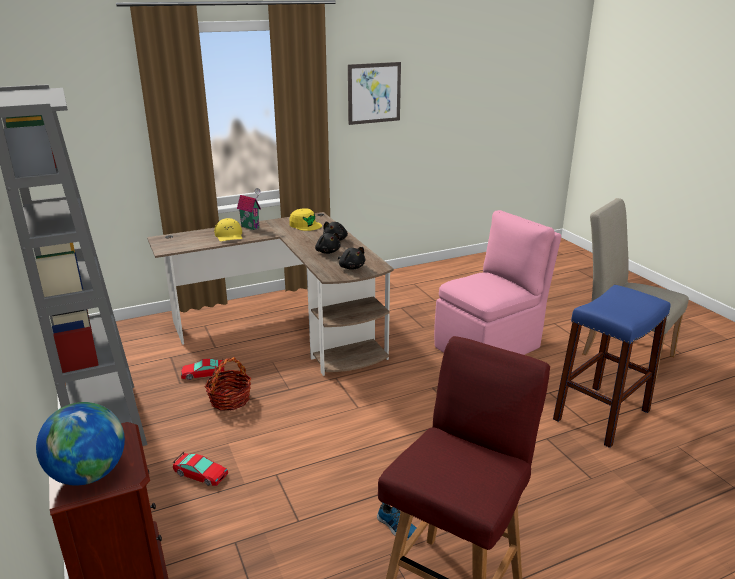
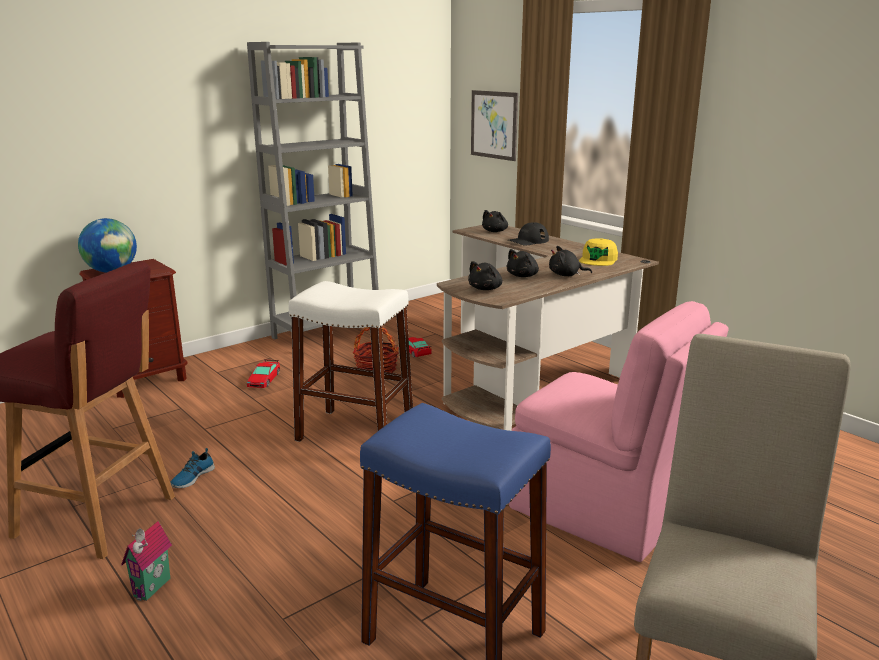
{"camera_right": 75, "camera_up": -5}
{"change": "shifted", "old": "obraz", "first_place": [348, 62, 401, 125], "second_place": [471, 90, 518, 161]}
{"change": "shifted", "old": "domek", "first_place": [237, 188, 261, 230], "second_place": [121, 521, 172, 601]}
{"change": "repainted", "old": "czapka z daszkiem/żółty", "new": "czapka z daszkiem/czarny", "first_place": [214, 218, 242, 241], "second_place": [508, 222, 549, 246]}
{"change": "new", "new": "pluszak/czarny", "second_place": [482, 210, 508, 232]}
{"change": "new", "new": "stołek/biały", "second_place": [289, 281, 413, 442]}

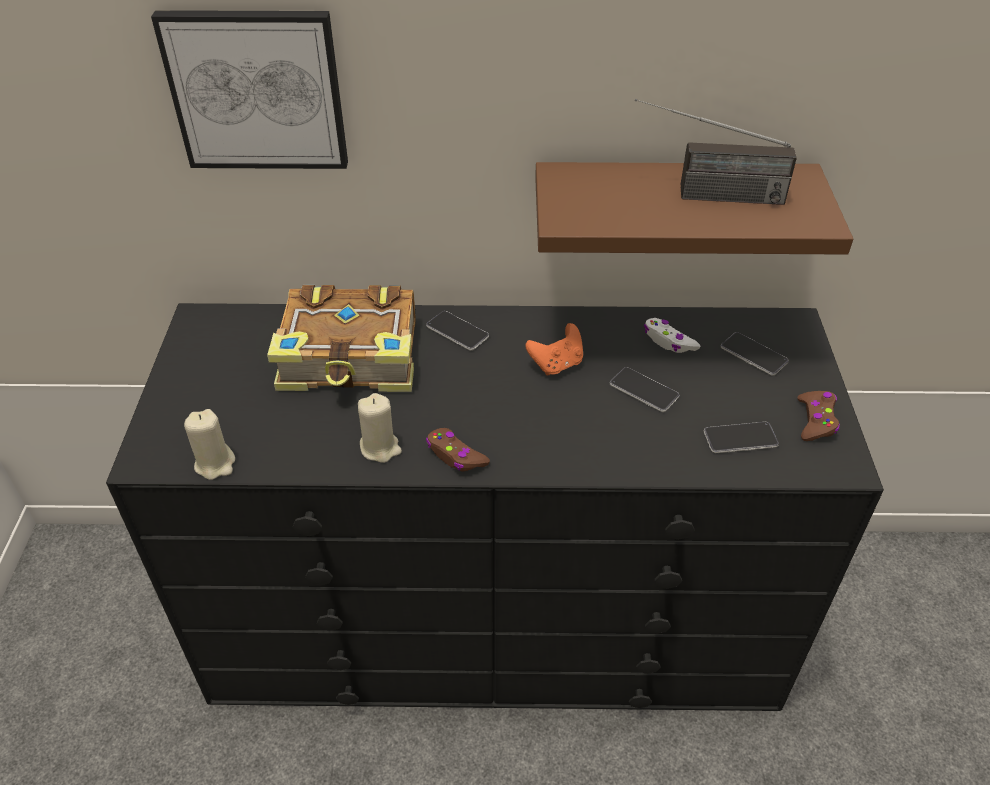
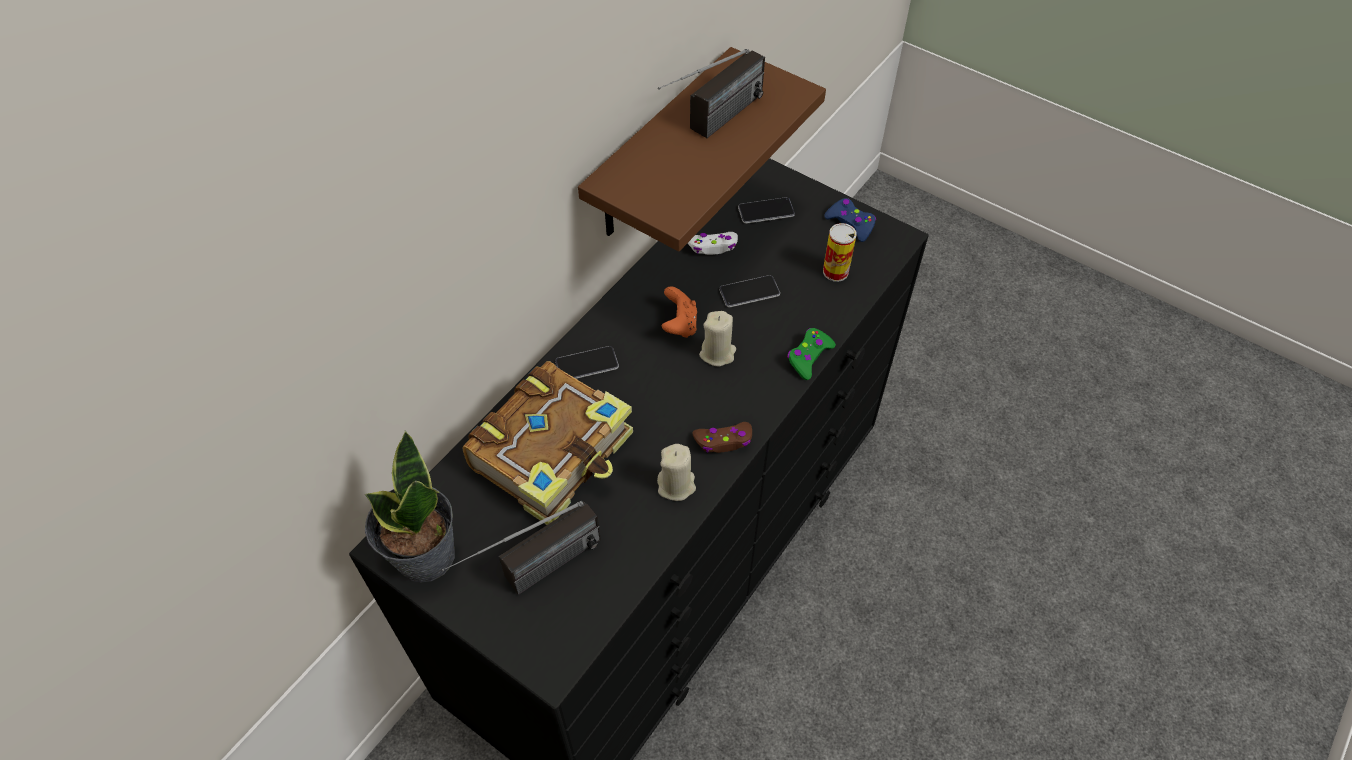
{"camera_right": -55, "camera_up": 10}
{"change": "gone", "old": "obraz", "first_place": [151, 10, 348, 169]}
{"change": "repainted", "old": "pad do gier/brązowy", "new": "pad do gier/niebieski", "first_place": [797, 391, 840, 441], "second_place": [824, 198, 876, 242]}
{"change": "shifted", "old": "świeca/beżowy", "first_place": [184, 409, 235, 480], "second_place": [699, 311, 736, 366]}
{"change": "swapped", "old": "telefon", "new": "puszka", "first_place": [704, 422, 779, 453], "second_place": [823, 223, 856, 282]}
{"change": "new", "new": "pad do gier/zielony", "second_place": [787, 328, 836, 380]}
{"change": "new", "new": "roślina doniczkowa", "second_place": [365, 431, 455, 583]}
{"change": "new", "new": "radio", "second_place": [441, 501, 601, 595]}

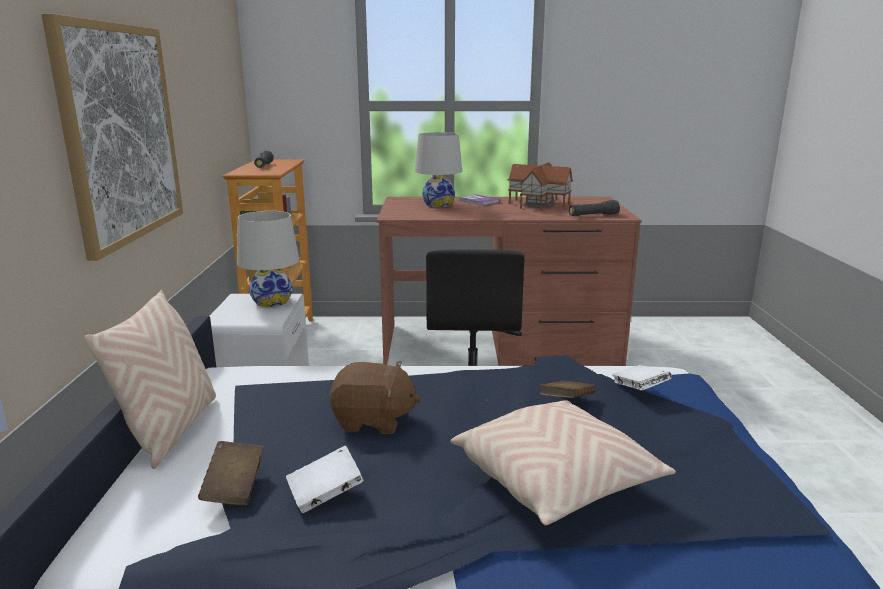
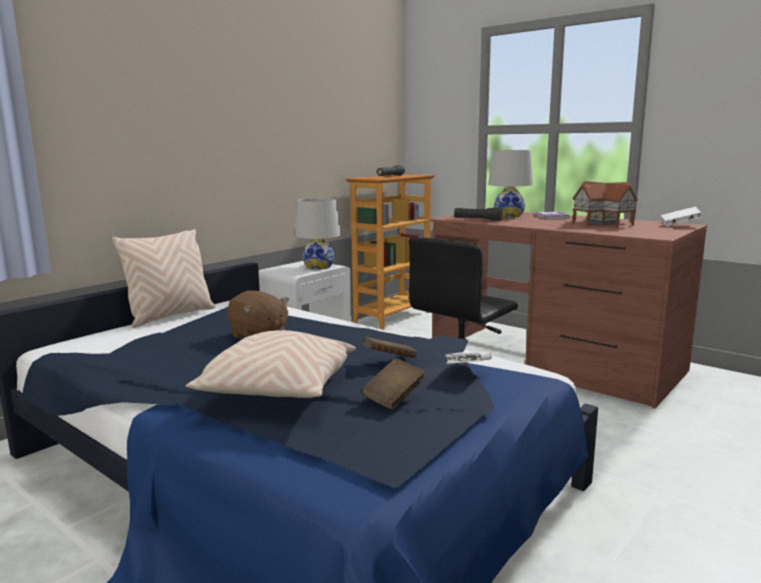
{"camera_right": 40, "camera_up": -5}
{"change": "gone", "old": "obraz", "first_place": [41, 14, 183, 261]}
{"change": "shifted", "old": "latarka/czarny", "first_place": [569, 200, 620, 216], "second_place": [454, 207, 503, 221]}
{"change": "shifted", "old": "książka/brązowy", "first_place": [198, 441, 263, 505], "second_place": [361, 358, 425, 409]}
{"change": "shifted", "old": "książka/biały", "first_place": [286, 446, 363, 513], "second_place": [661, 207, 702, 227]}

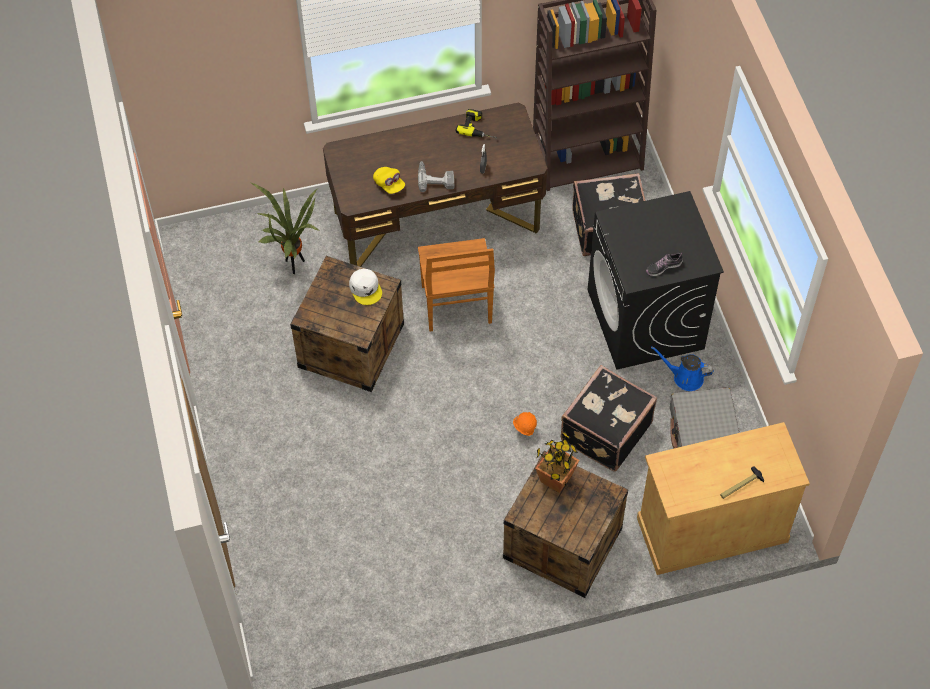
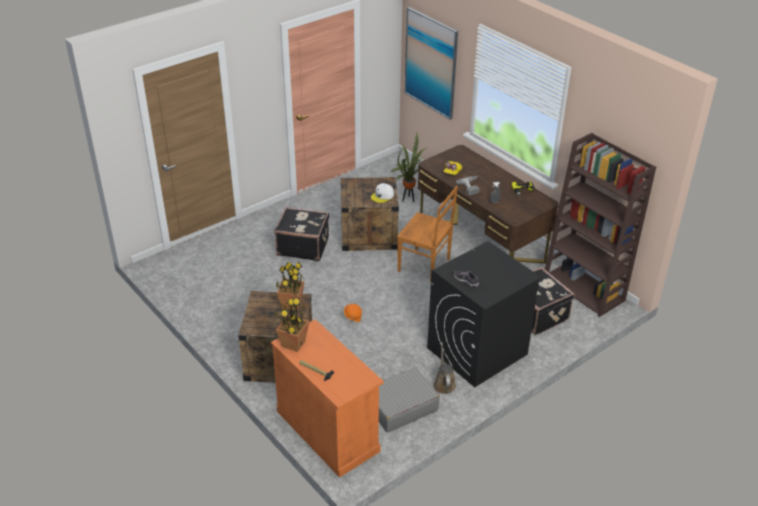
{"camera_right": 65, "camera_up": -20}
{"change": "rotated", "old": "krzesło/brązowy", "first_place": [418, 238, 495, 332], "second_place": [397, 186, 458, 283], "degrees": -120}
{"change": "repainted", "old": "konewka/niebieski", "new": "konewka/brązowy", "first_place": [651, 346, 714, 391], "second_place": [433, 342, 456, 394]}
{"change": "shifted", "old": "walizka/czarny", "first_place": [561, 365, 657, 472], "second_place": [274, 207, 329, 261]}
{"change": "repainted", "old": "szafka/beżowy", "new": "szafka/pomarańczowy", "first_place": [637, 422, 810, 575], "second_place": [271, 319, 384, 477]}
{"change": "new", "new": "obraz", "second_place": [405, 7, 458, 120]}
{"change": "new", "new": "roślina doniczkowa", "second_place": [275, 293, 309, 352]}

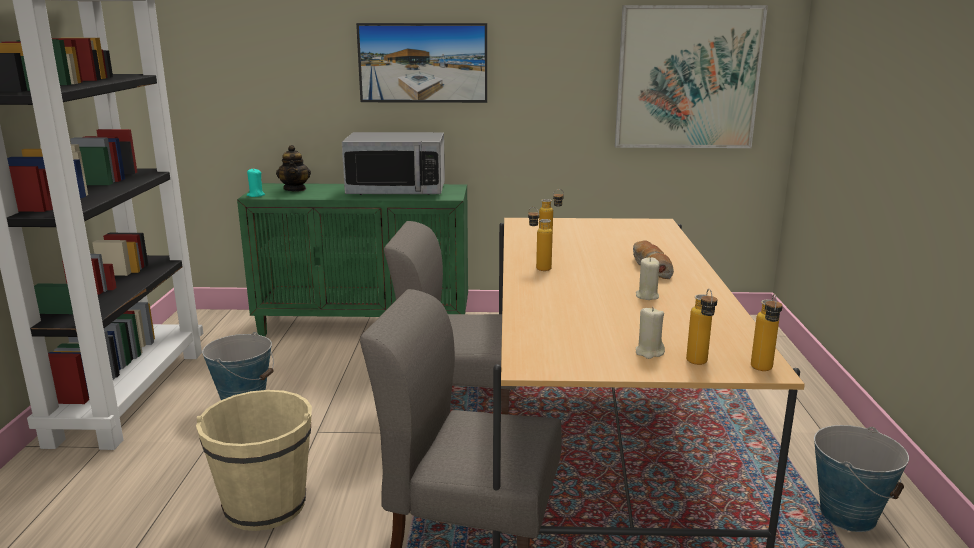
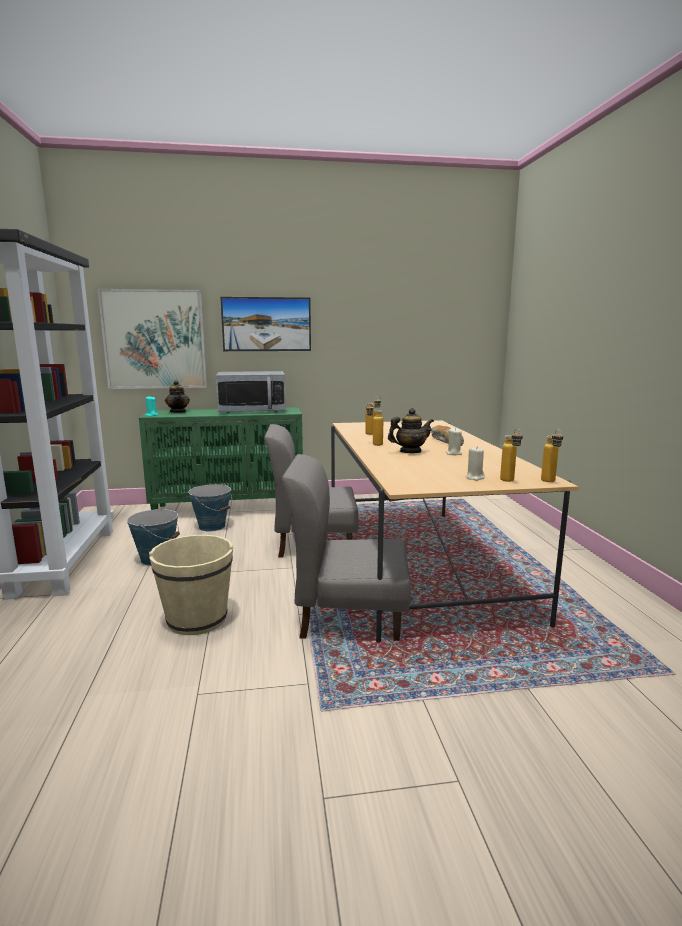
{"camera_right": -10, "camera_up": -5}
{"change": "shifted", "old": "obraz", "first_place": [615, 5, 768, 148], "second_place": [98, 289, 207, 389]}
{"change": "shifted", "old": "wiadro", "first_place": [814, 425, 909, 532], "second_place": [188, 484, 232, 531]}
{"change": "new", "new": "imbryk", "second_place": [388, 408, 434, 453]}

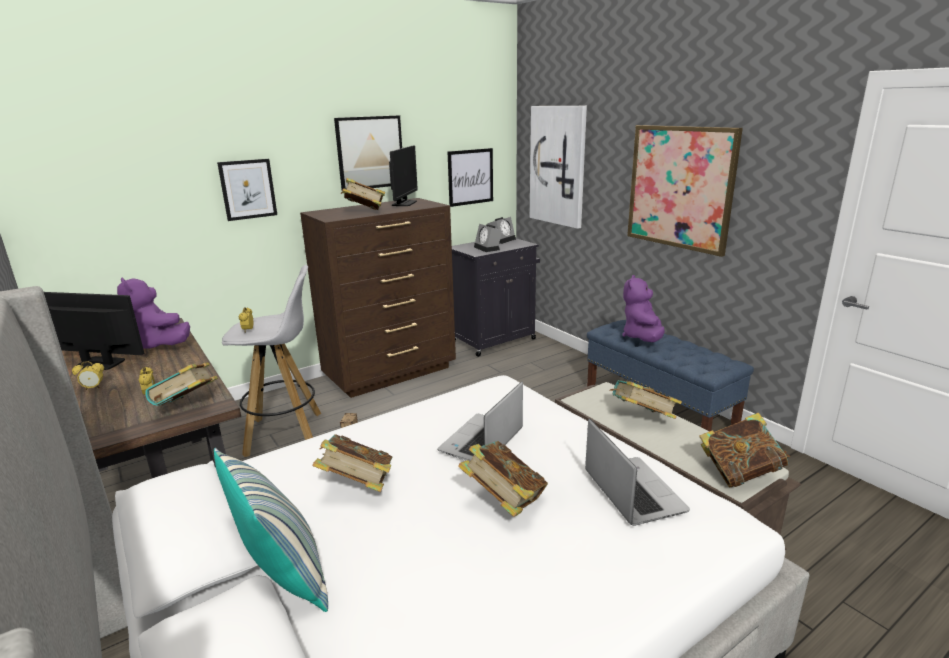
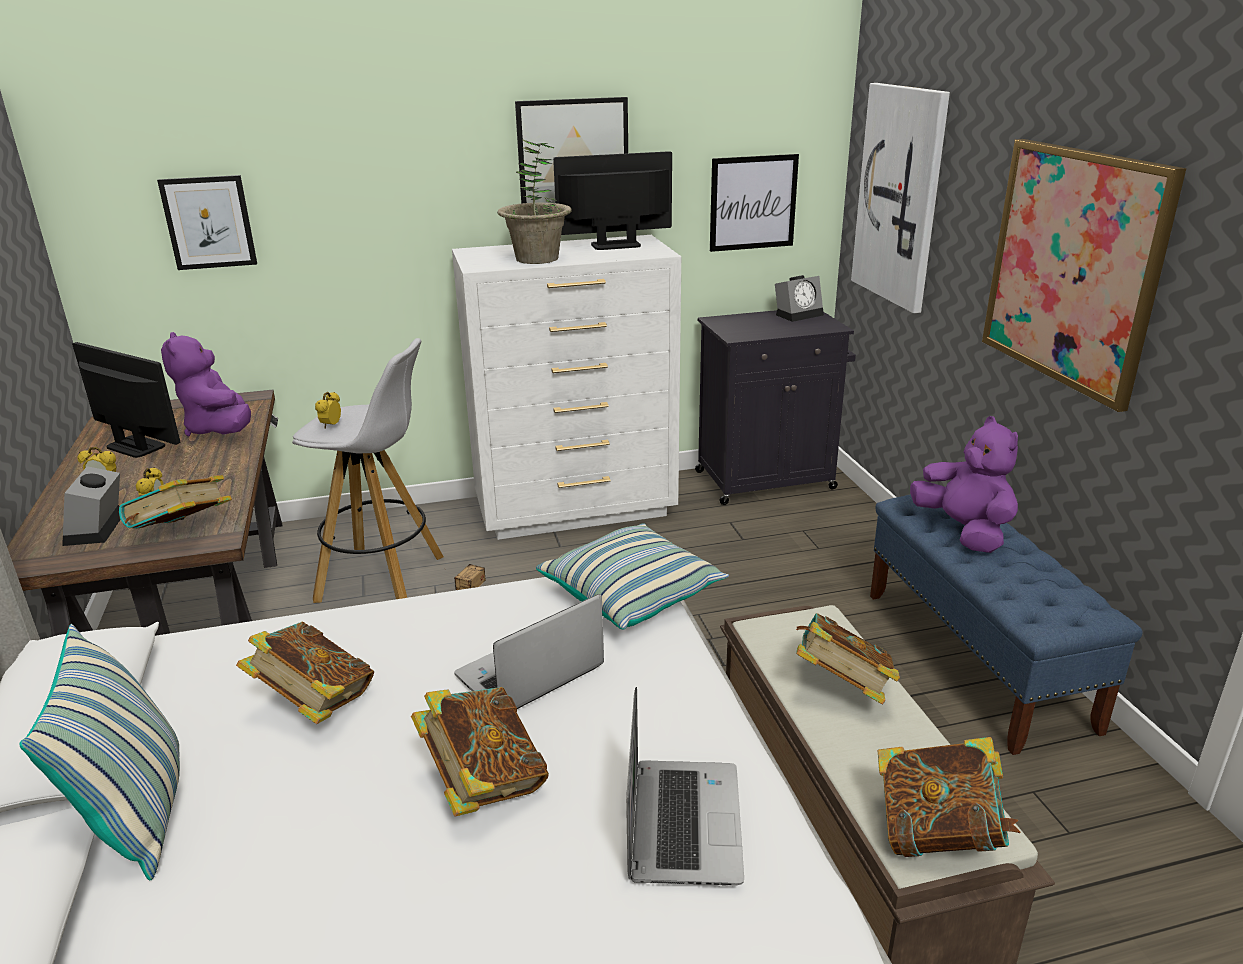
{"camera_right": 20, "camera_up": 5}
{"change": "rotated", "old": "monitor", "first_place": [389, 145, 418, 206], "second_place": [553, 151, 672, 250], "degrees": -135}
{"change": "shifted", "old": "obraz", "first_place": [217, 159, 277, 221], "second_place": [157, 175, 257, 270]}
{"change": "swapped", "old": "książka", "new": "roślina doniczkowa", "first_place": [341, 178, 385, 210], "second_place": [497, 139, 572, 264]}
{"change": "repainted", "old": "komoda/brązowy", "new": "komoda/biały", "first_place": [300, 198, 456, 398], "second_place": [452, 235, 681, 540]}
{"change": "shifted", "old": "budzik", "first_place": [474, 224, 502, 252], "second_place": [63, 466, 120, 546]}
{"change": "rotated", "old": "pluszak/fioletowy", "first_place": [622, 275, 665, 342], "second_place": [910, 416, 1018, 553], "degrees": 120}
{"change": "new", "new": "poduszka", "second_place": [536, 523, 729, 629]}

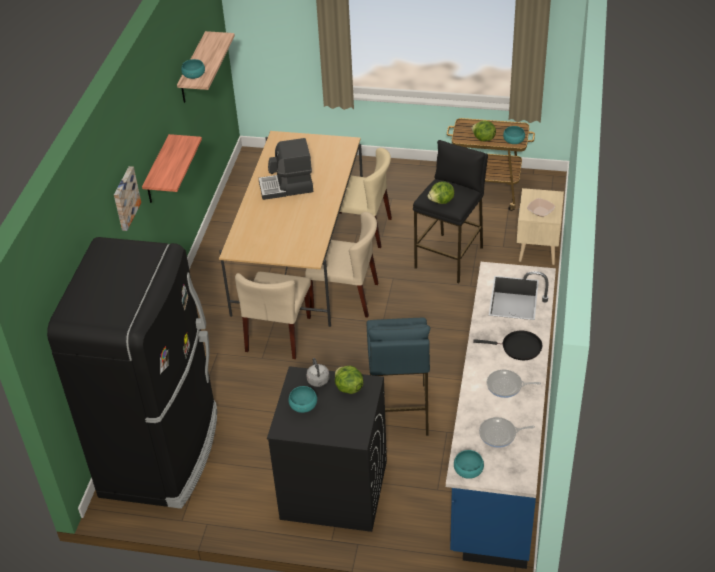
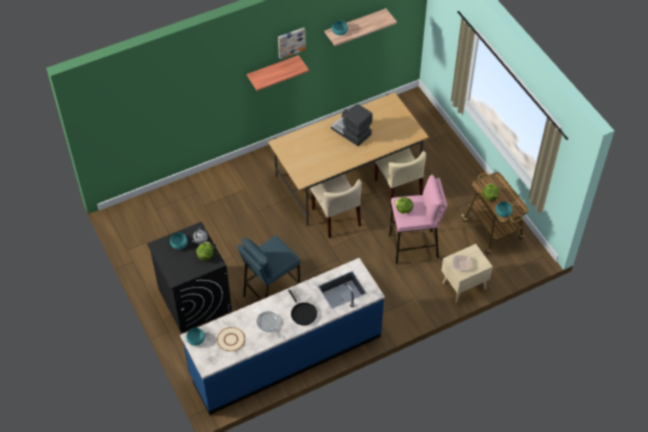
{"camera_right": 50, "camera_up": 10}
{"change": "repainted", "old": "stołek/czarny", "new": "stołek/różowy", "first_place": [413, 140, 488, 283], "second_place": [389, 174, 447, 264]}
{"change": "shifted", "old": "obraz", "first_place": [114, 166, 141, 231], "second_place": [278, 27, 306, 59]}
{"change": "gone", "old": "lodówka/czarny", "first_place": [47, 237, 217, 509]}
{"change": "gone", "old": "krzesło/beżowy", "first_place": [235, 272, 311, 359]}
{"change": "swapped", "old": "patelnia", "new": "talerz/beżowy", "first_place": [479, 417, 535, 448], "second_place": [217, 327, 245, 351]}

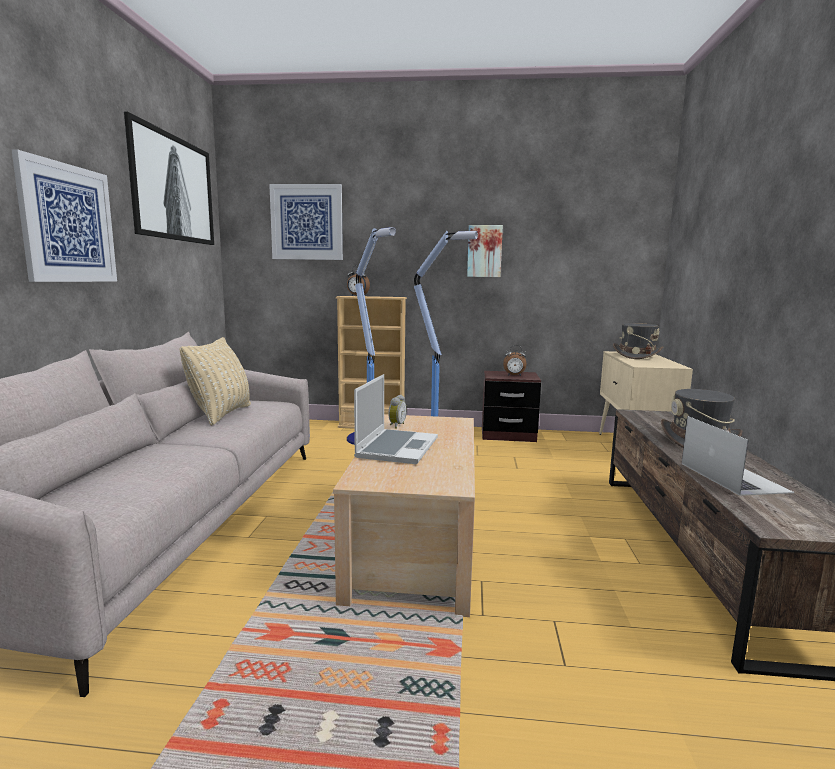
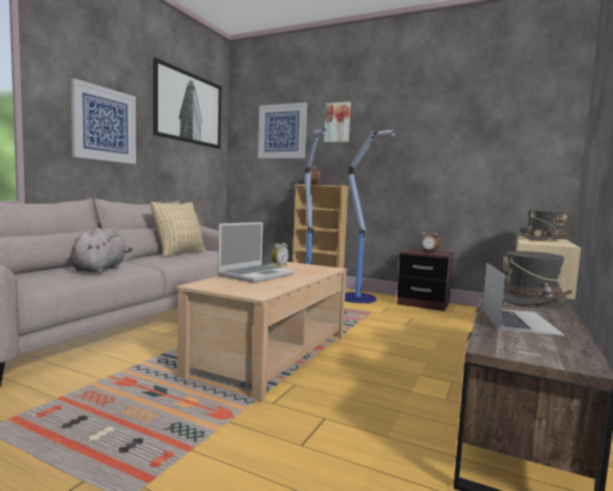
{"camera_right": 20, "camera_up": -5}
{"change": "shifted", "old": "obraz", "first_place": [467, 225, 503, 277], "second_place": [324, 102, 351, 143]}
{"change": "new", "new": "pluszak/szary", "second_place": [70, 228, 132, 274]}

